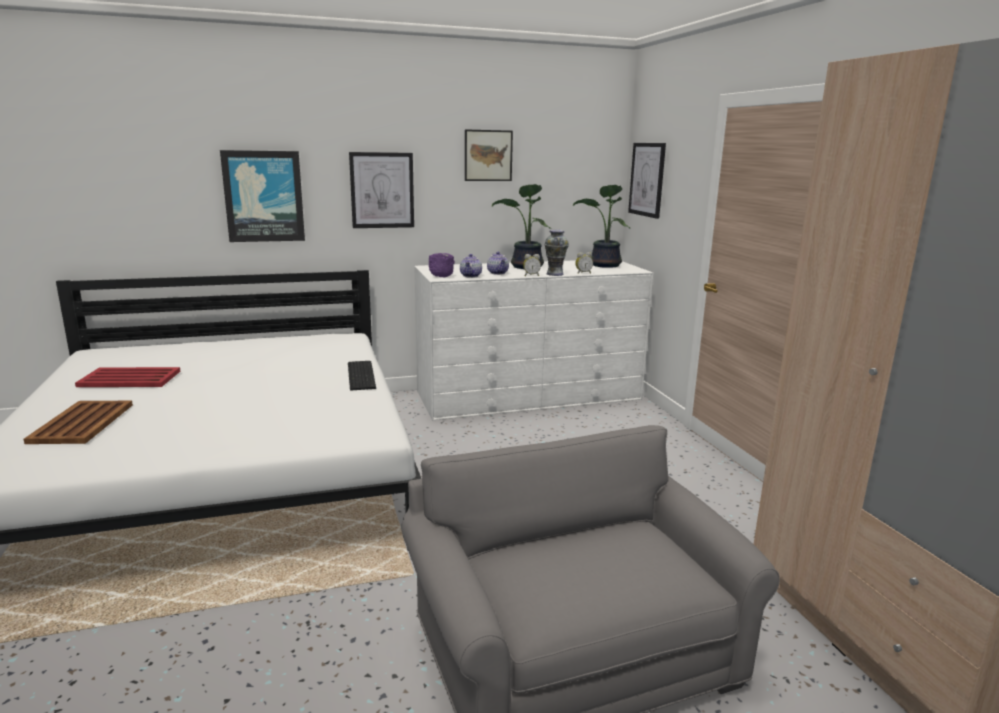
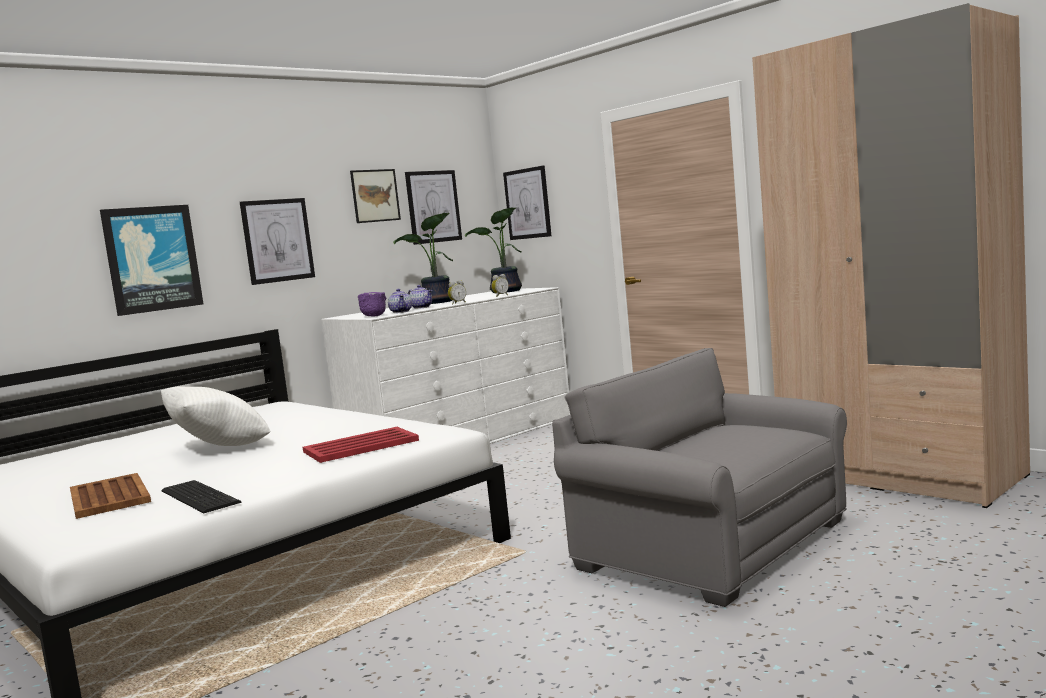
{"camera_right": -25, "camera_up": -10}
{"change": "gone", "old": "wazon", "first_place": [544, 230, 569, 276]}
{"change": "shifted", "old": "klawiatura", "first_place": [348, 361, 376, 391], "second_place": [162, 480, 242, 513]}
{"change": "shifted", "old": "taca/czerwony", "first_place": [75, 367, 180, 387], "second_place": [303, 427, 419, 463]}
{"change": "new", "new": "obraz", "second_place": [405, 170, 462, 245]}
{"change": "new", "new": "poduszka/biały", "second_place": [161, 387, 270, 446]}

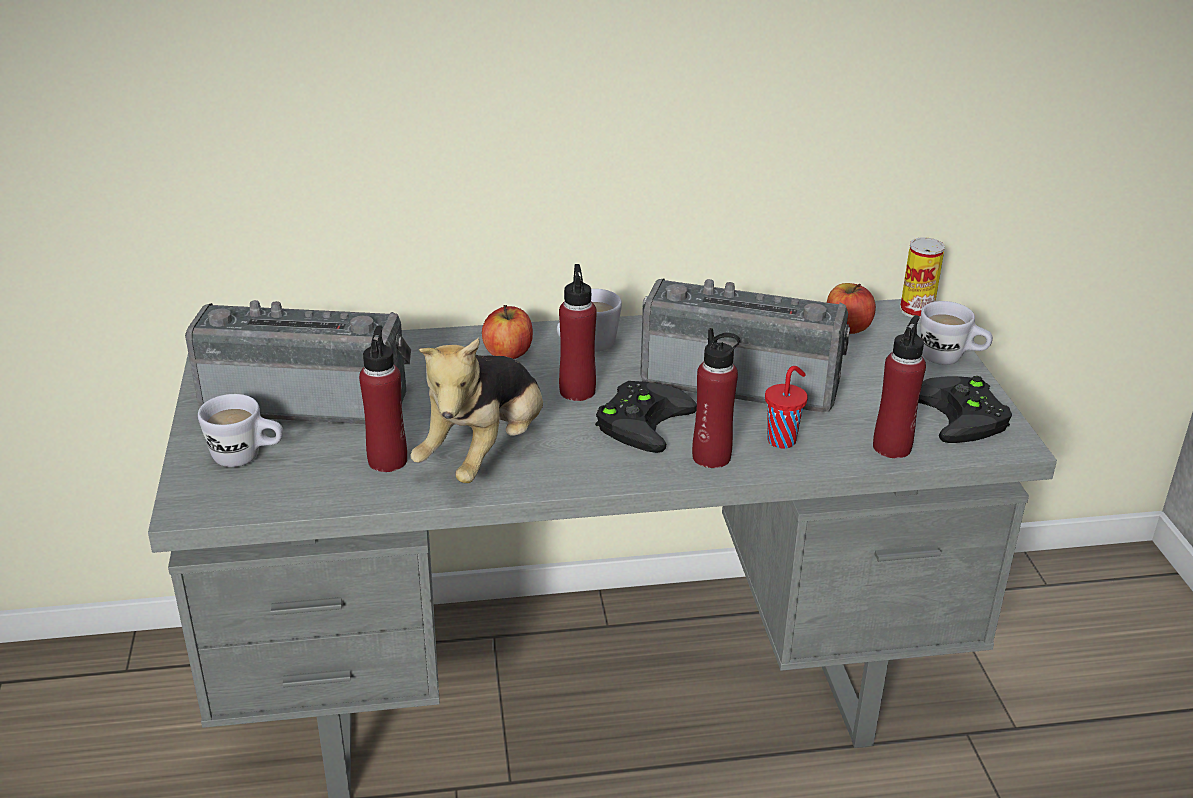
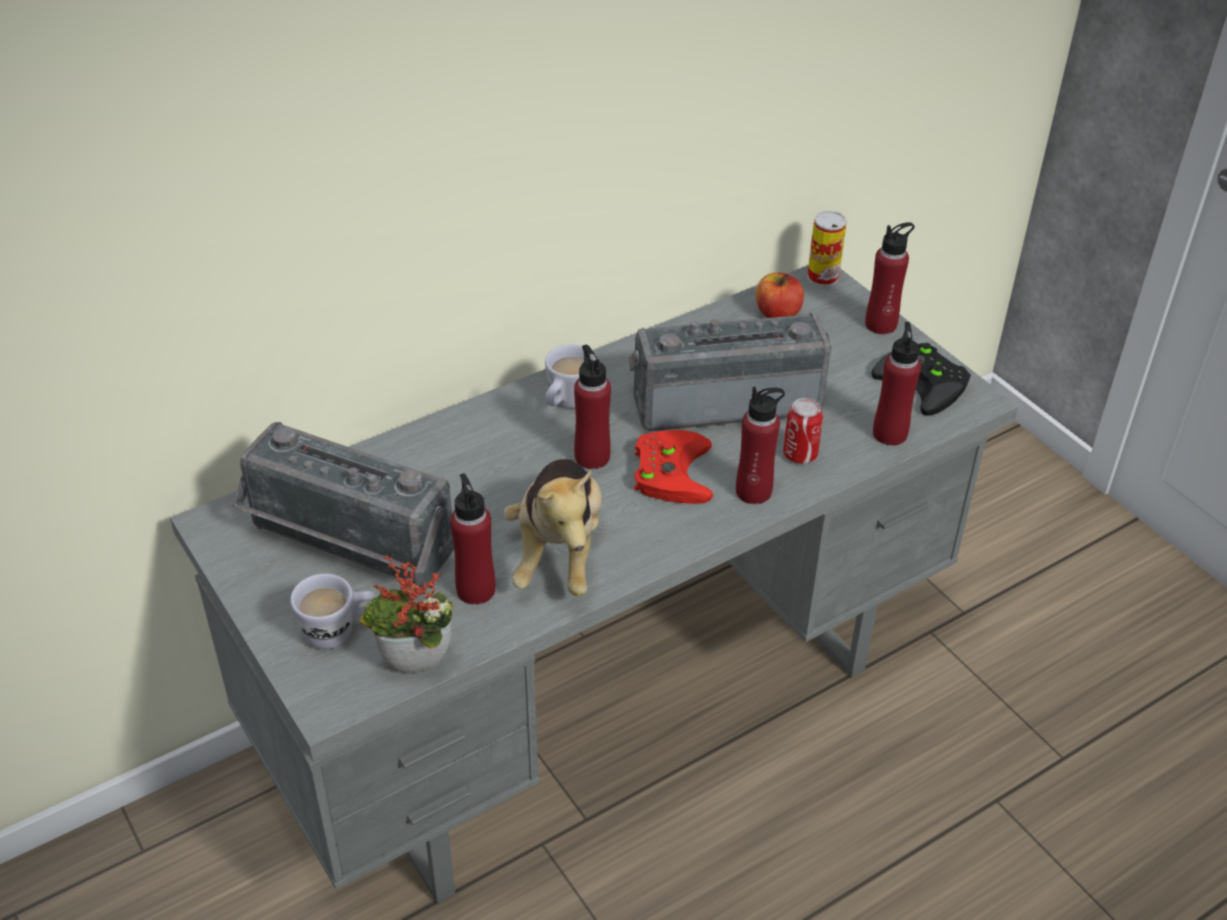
{"camera_right": -25, "camera_up": 10}
{"change": "rotated", "old": "radio", "first_place": [185, 300, 411, 424], "second_place": [233, 422, 454, 588], "degrees": -135}
{"change": "swapped", "old": "kubek/biały", "new": "butelka/czerwony", "first_place": [920, 301, 993, 365], "second_place": [865, 222, 914, 334]}
{"change": "gone", "old": "jabłko", "first_place": [482, 305, 533, 359]}
{"change": "swapped", "old": "filiżanka/czerwony", "new": "puszka", "first_place": [765, 366, 808, 448], "second_place": [783, 398, 823, 464]}
{"change": "repainted", "old": "pad do gier/czarny", "new": "pad do gier/czerwony", "first_place": [595, 381, 697, 453], "second_place": [634, 430, 713, 504]}
{"change": "new", "new": "roślina doniczkowa", "second_place": [360, 556, 454, 673]}

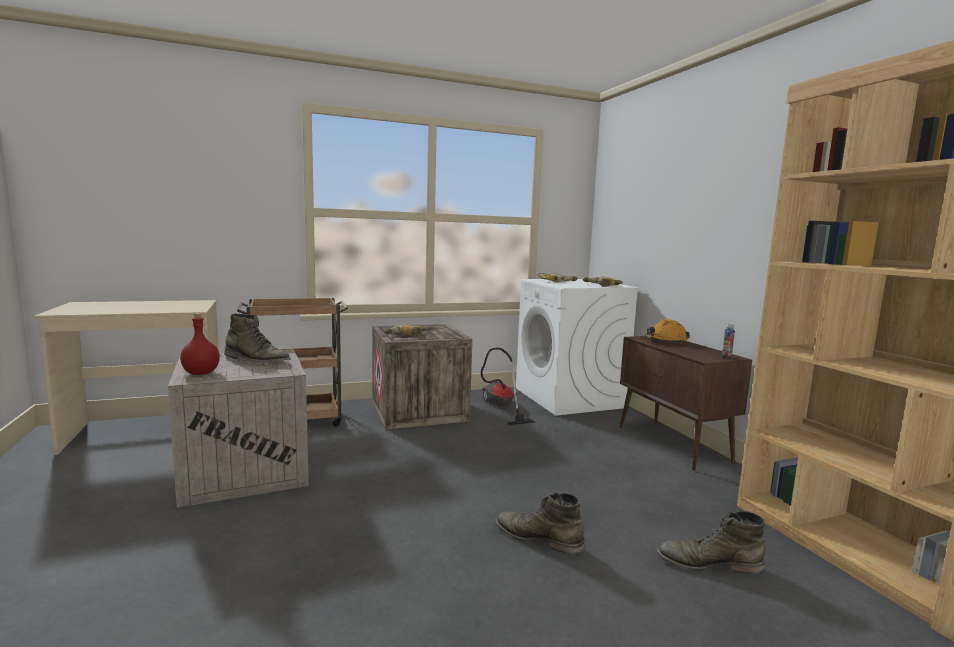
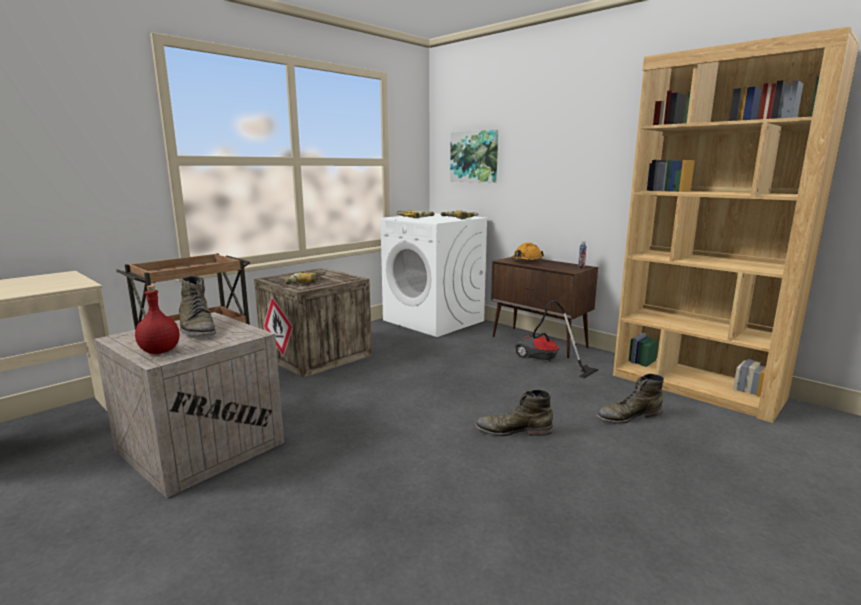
{"camera_right": -25, "camera_up": 5}
{"change": "rotated", "old": "but z cholewką/zielony", "first_place": [224, 314, 291, 363], "second_place": [179, 276, 216, 336], "degrees": 60}
{"change": "shifted", "old": "odkurzacz", "first_place": [481, 347, 536, 425], "second_place": [515, 300, 598, 378]}
{"change": "new", "new": "obraz", "second_place": [450, 130, 498, 183]}

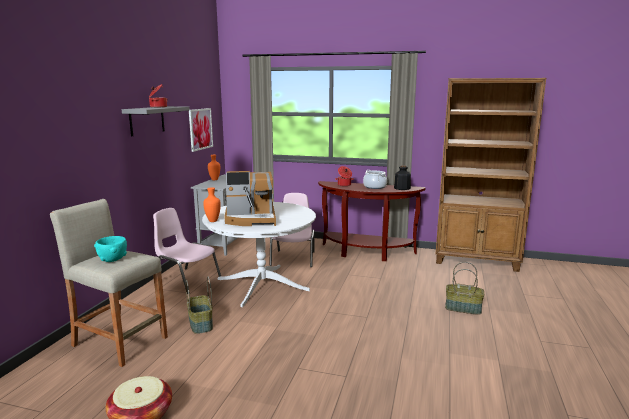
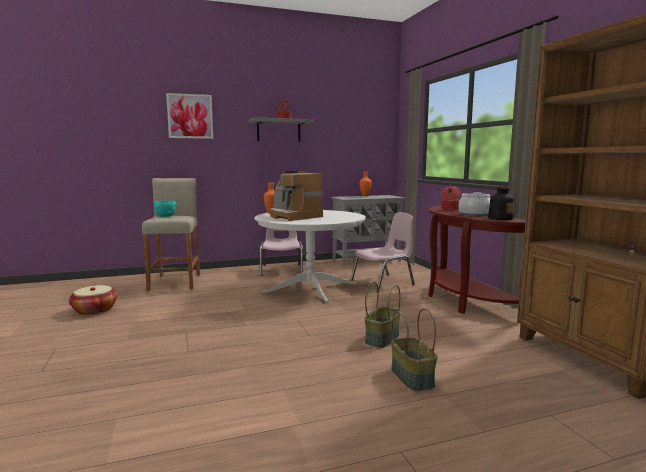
{"camera_right": 55, "camera_up": -5}
{"change": "shifted", "old": "obraz", "first_place": [189, 108, 213, 152], "second_place": [166, 93, 213, 139]}
{"change": "shifted", "old": "koszyk", "first_place": [185, 276, 213, 334], "second_place": [365, 282, 401, 348]}

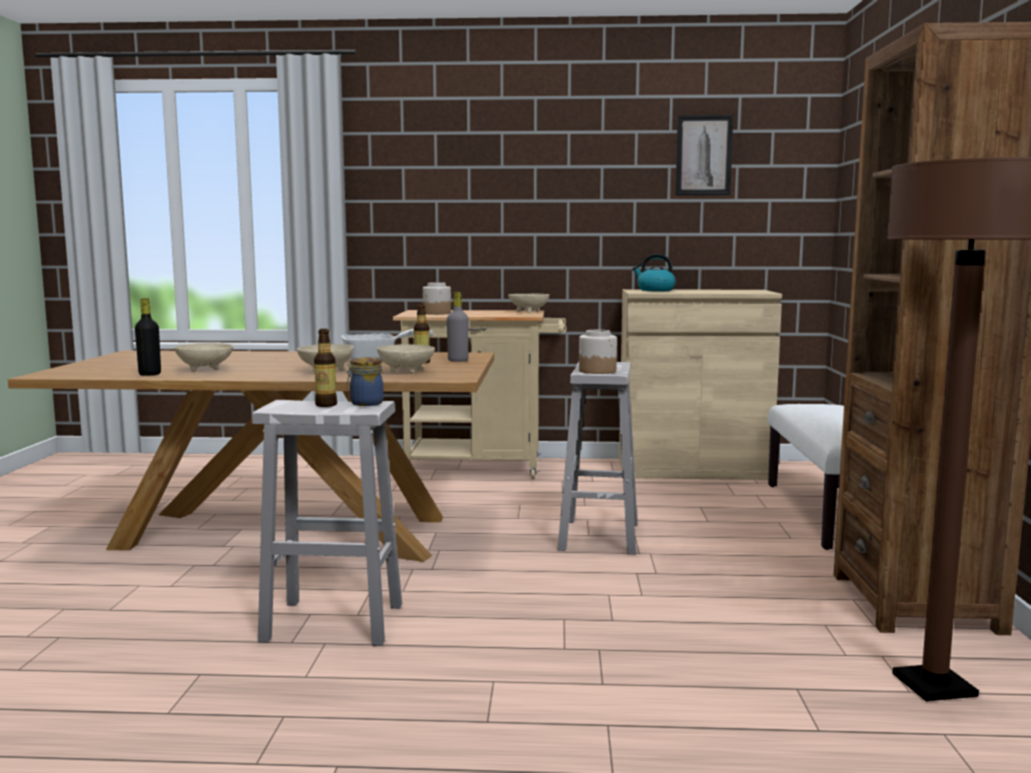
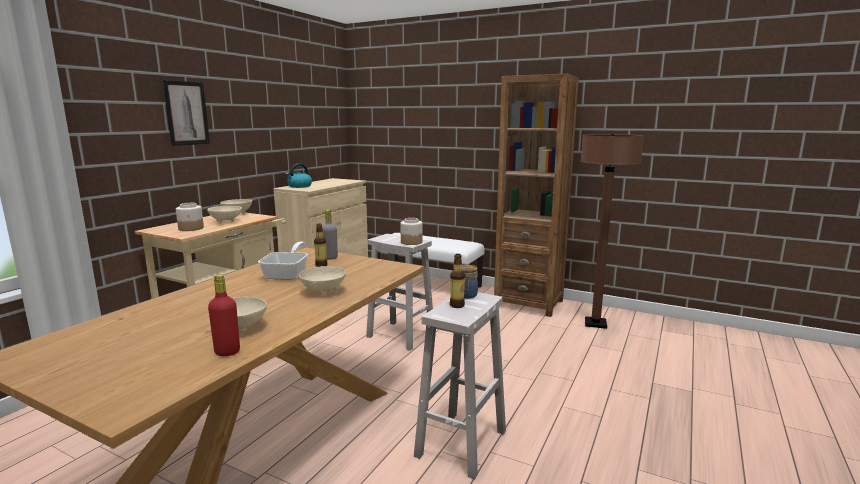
{"camera_right": -65, "camera_up": 5}
{"change": "shifted", "old": "obraz", "first_place": [675, 115, 733, 195], "second_place": [163, 80, 210, 146]}
{"change": "repainted", "old": "butelka/czarny", "new": "butelka/czerwony", "first_place": [135, 298, 161, 376], "second_place": [208, 274, 240, 356]}
{"change": "shifted", "old": "miska/beżowy", "first_place": [377, 344, 435, 373], "second_place": [207, 206, 242, 224]}

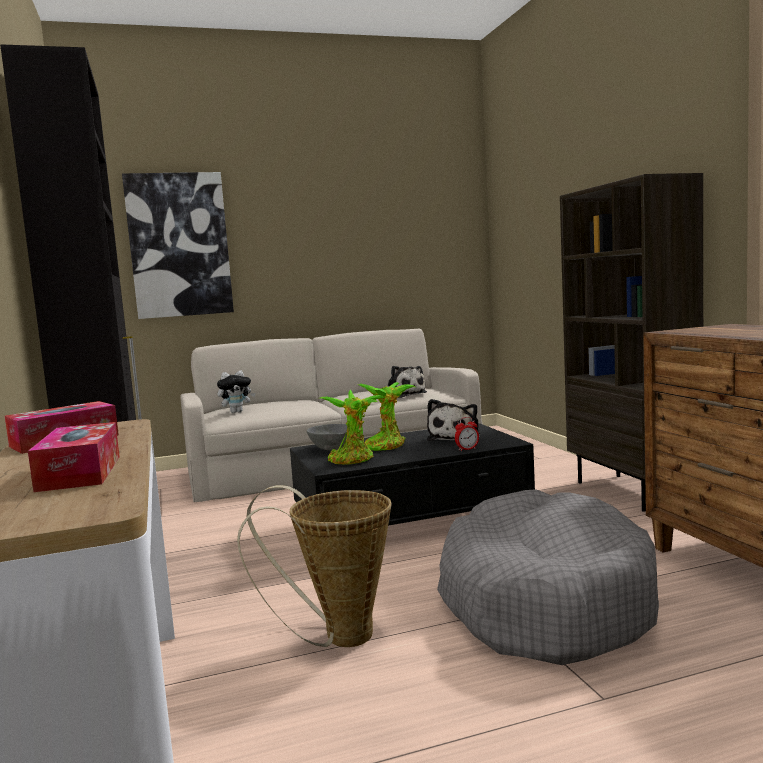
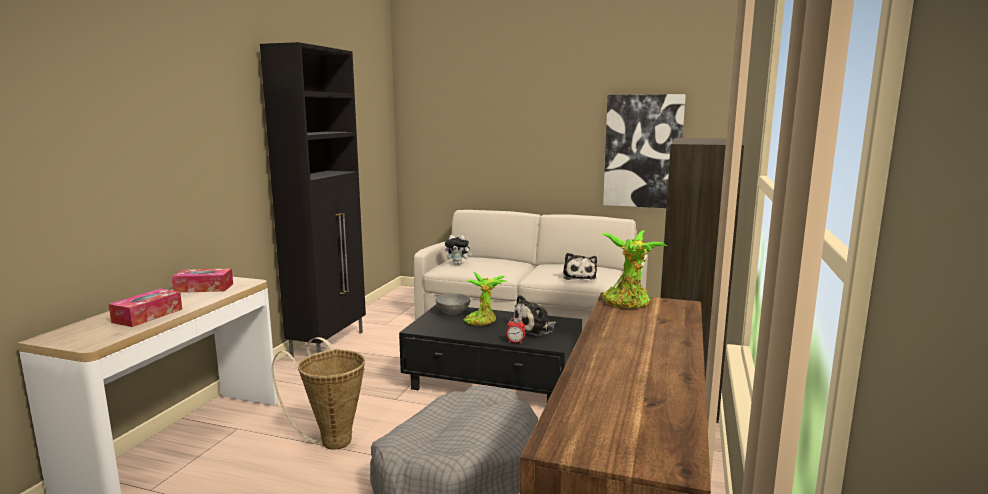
{"camera_right": 35, "camera_up": 5}
{"change": "shifted", "old": "obraz", "first_place": [122, 172, 234, 319], "second_place": [603, 94, 686, 208]}
{"change": "shifted", "old": "roślina doniczkowa", "first_place": [320, 390, 385, 465], "second_place": [600, 230, 667, 308]}

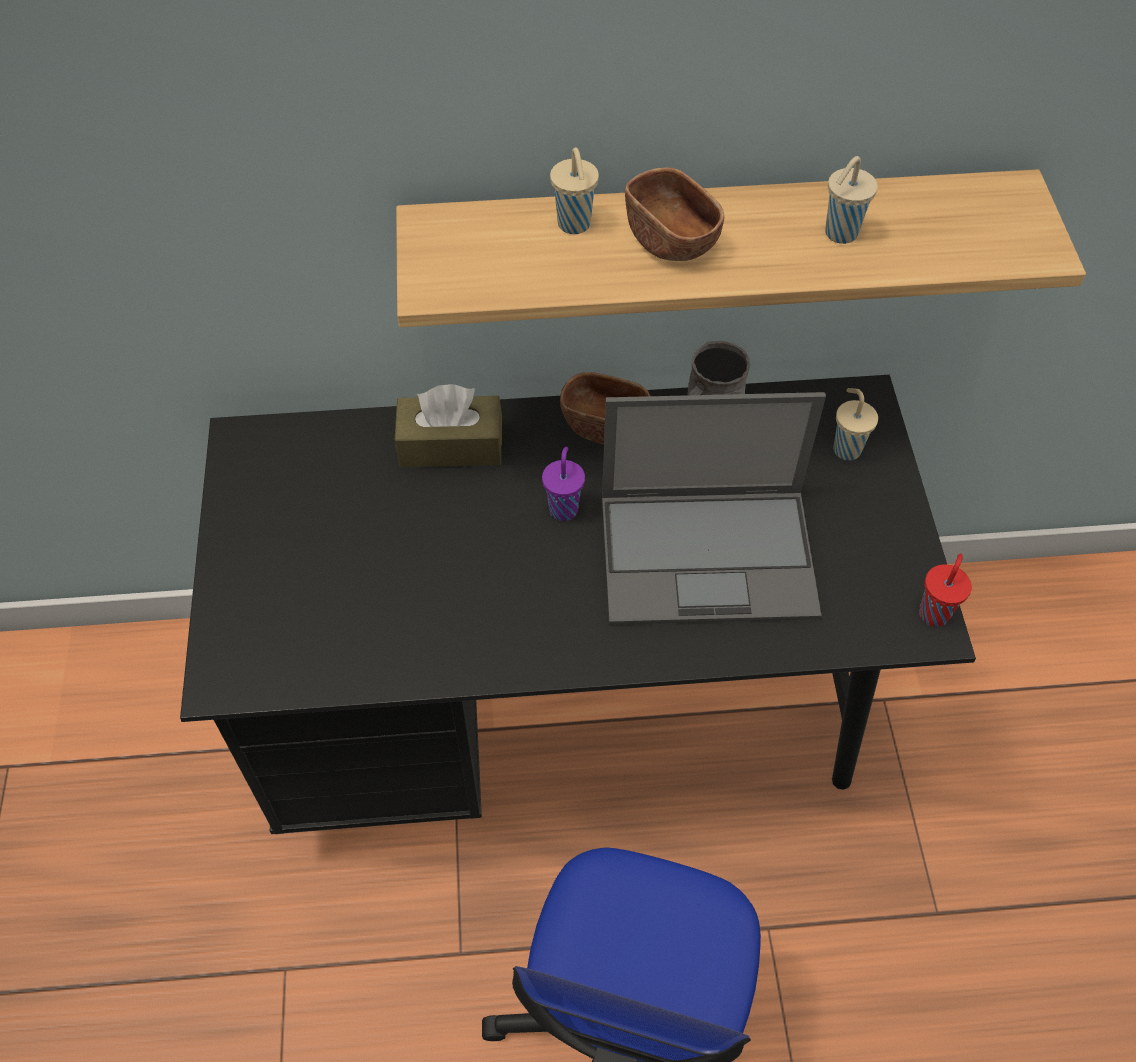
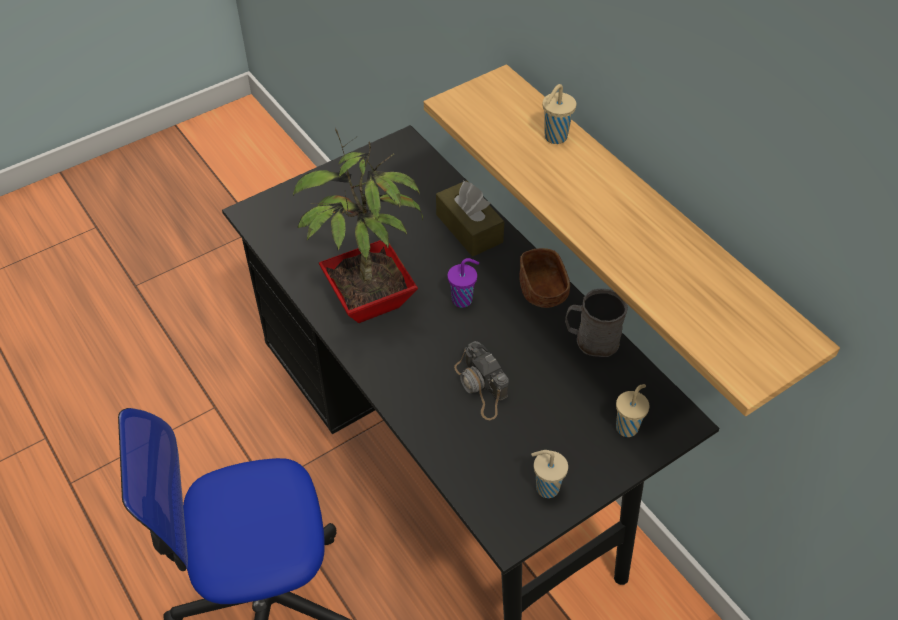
{"camera_right": 60, "camera_up": -5}
{"change": "shifted", "old": "filiżanka/beżowy", "first_place": [825, 156, 878, 244], "second_place": [531, 450, 568, 498]}
{"change": "gone", "old": "miska/brązowy", "first_place": [625, 167, 724, 261]}
{"change": "swapped", "old": "laptop", "new": "aparat fotograficzny", "first_place": [602, 392, 826, 625], "second_place": [454, 341, 508, 420]}
{"change": "gone", "old": "filiżanka/czerwony", "first_place": [919, 554, 972, 627]}
{"change": "new", "new": "roślina doniczkowa", "second_place": [293, 128, 423, 323]}

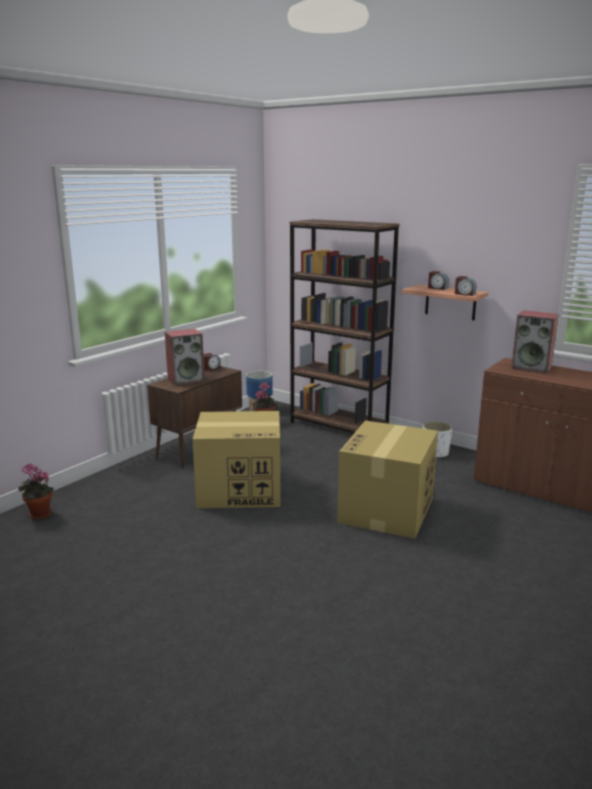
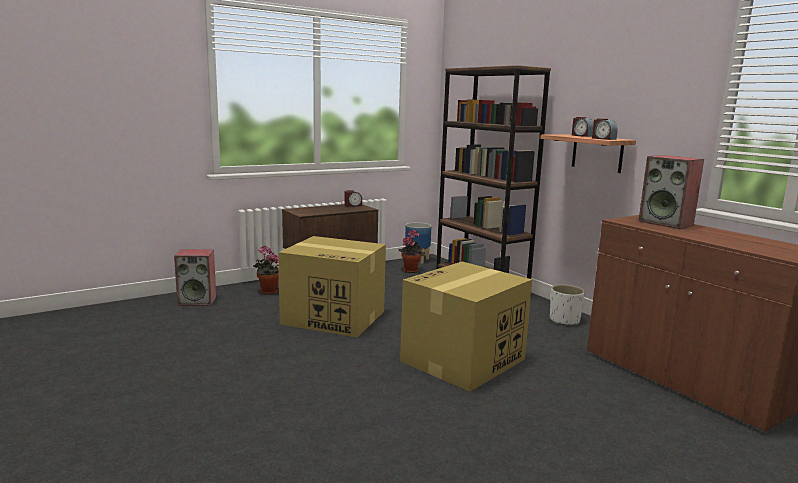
{"camera_right": 20, "camera_up": -5}
{"change": "shifted", "old": "głośnik", "first_place": [165, 329, 205, 386], "second_place": [174, 249, 216, 306]}
{"change": "shifted", "old": "roślina doniczkowa", "first_place": [18, 463, 54, 520], "second_place": [253, 246, 279, 295]}

